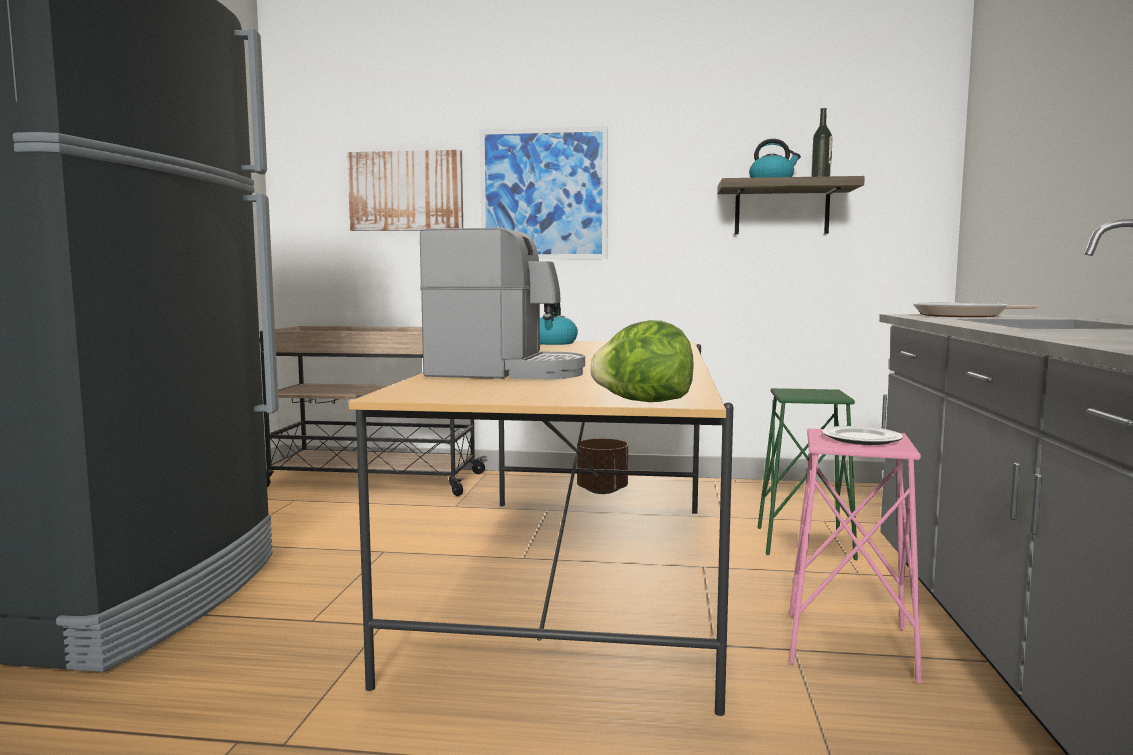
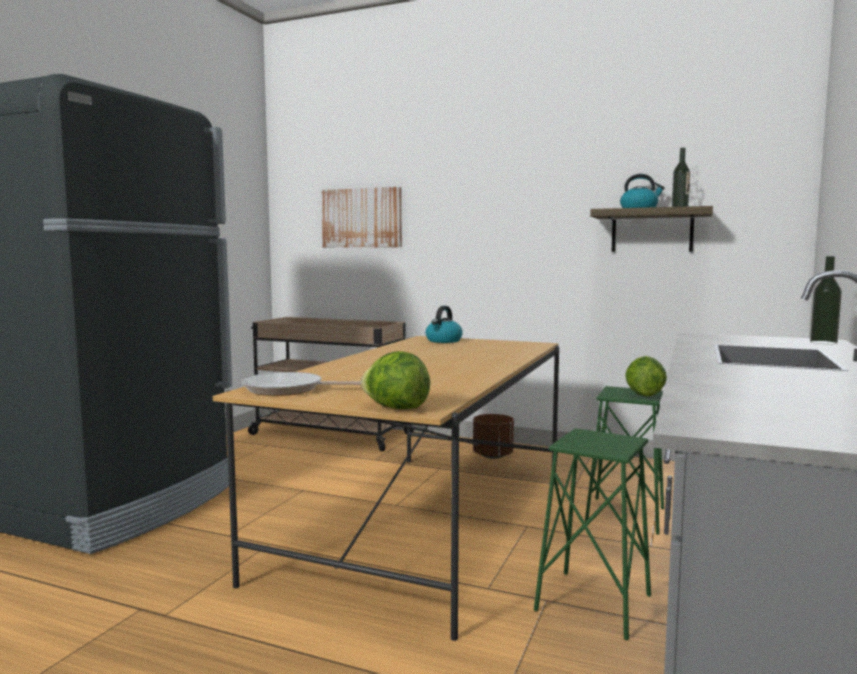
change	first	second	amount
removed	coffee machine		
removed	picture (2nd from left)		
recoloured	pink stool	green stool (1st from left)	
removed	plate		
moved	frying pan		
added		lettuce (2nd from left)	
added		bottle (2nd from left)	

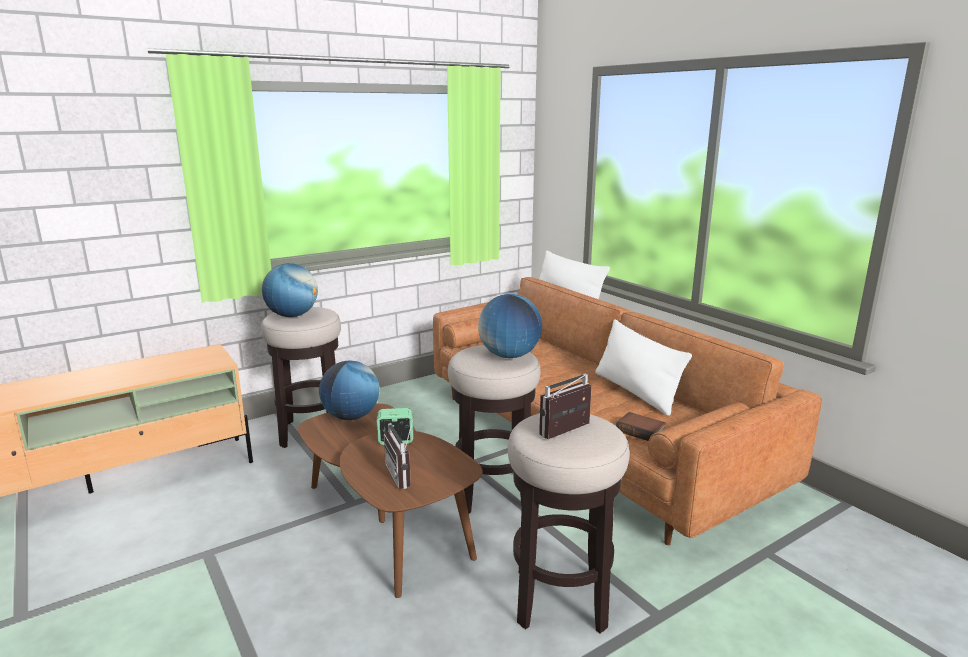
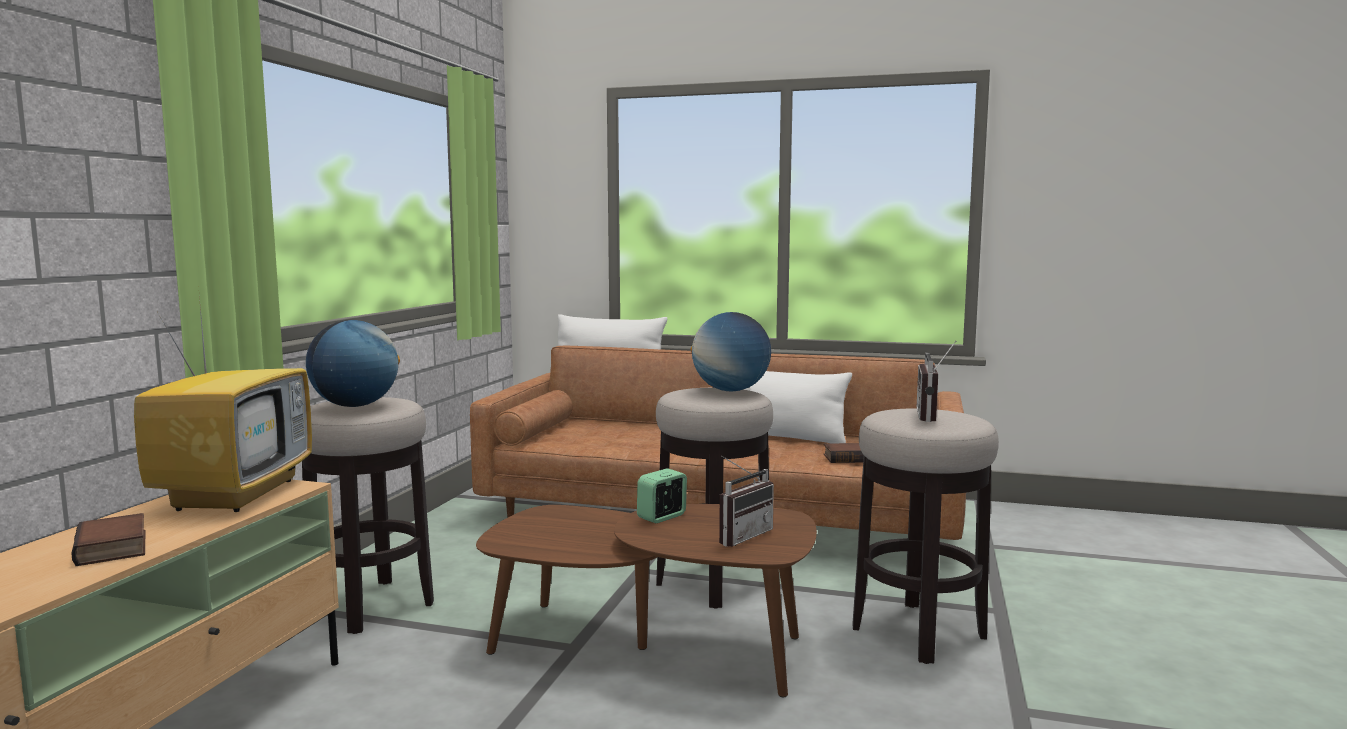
change	first	second	amount
removed	globe (2nd from left)		
turned	radio (1st from left)		75 degrees counterclockwise
added		book (1st from left)	
added		television	

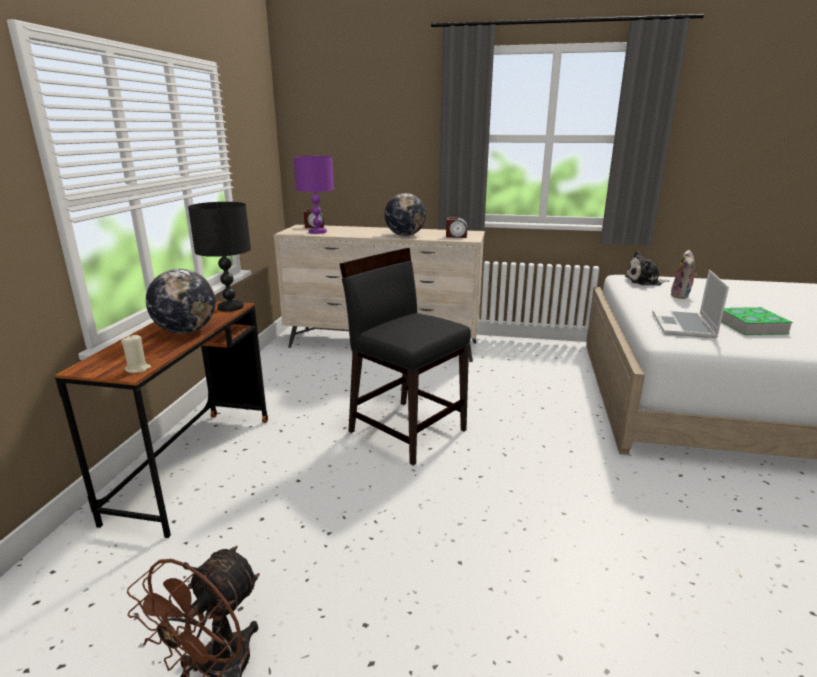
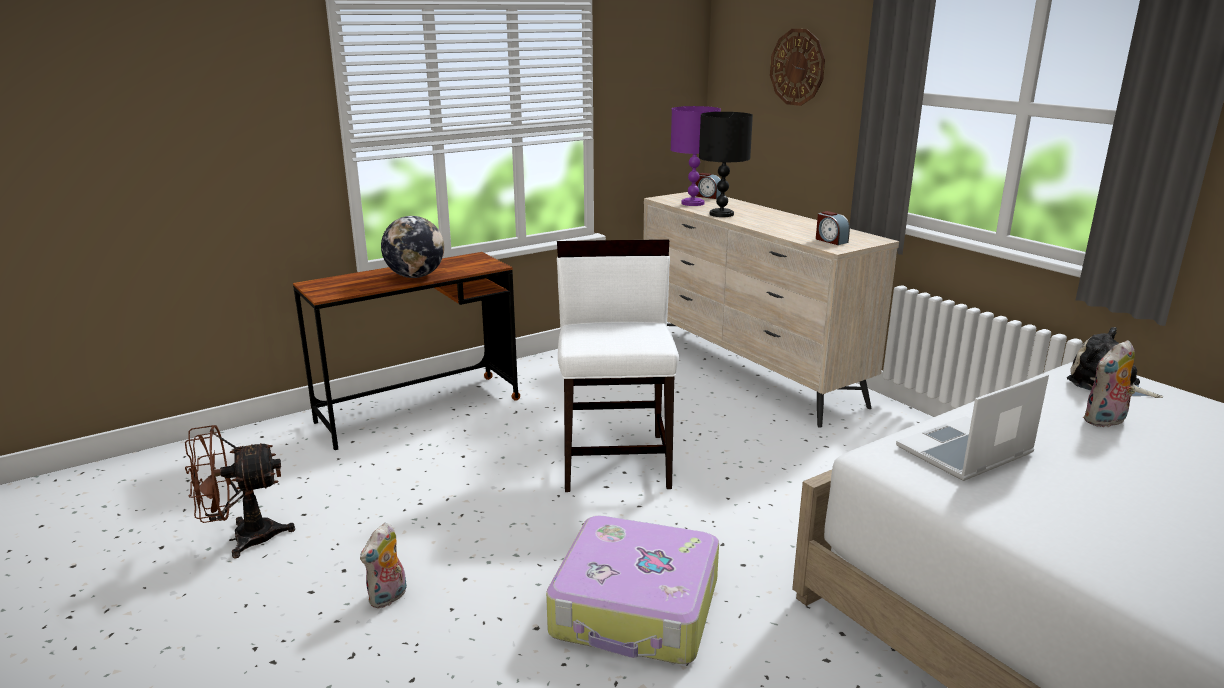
change	first	second	amount
removed	beige candle		
moved	black table lamp		
recoloured	black chair	white chair	
removed	globe (2nd from left)		
removed	book		
added		plush toy (1st from left)	
added		suitcase	
added		wall clock	

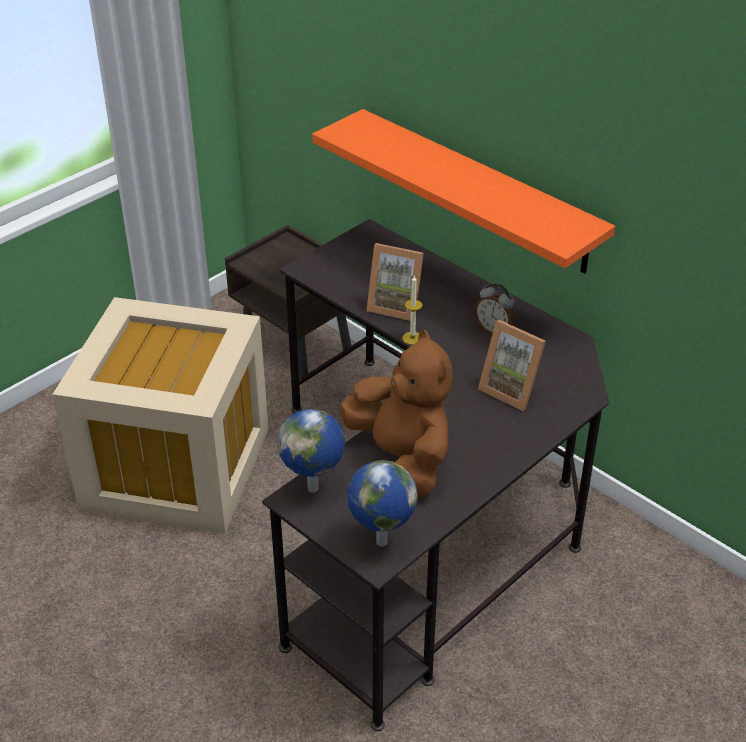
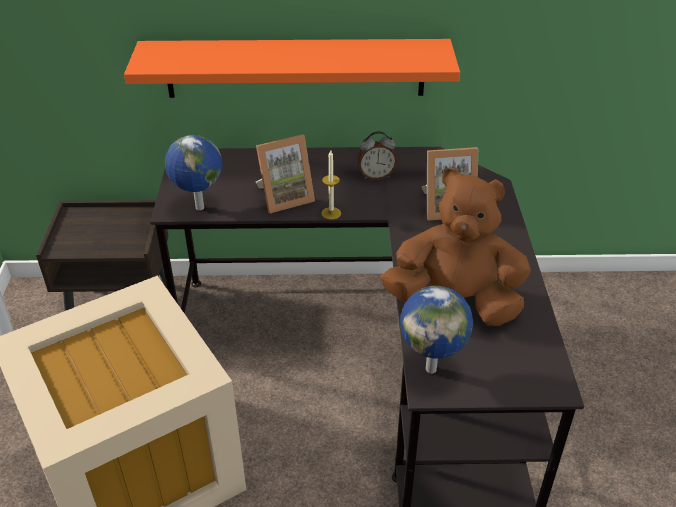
change	first	second	amount
moved	globe (2nd from left in the first image)	globe (1st from left)	

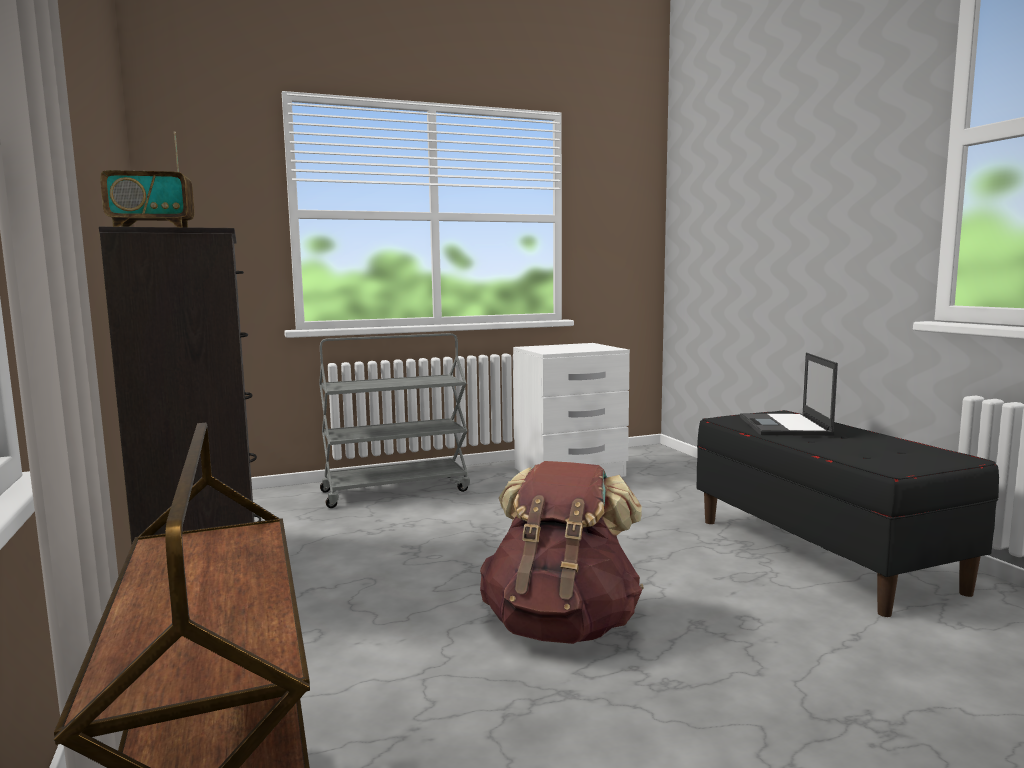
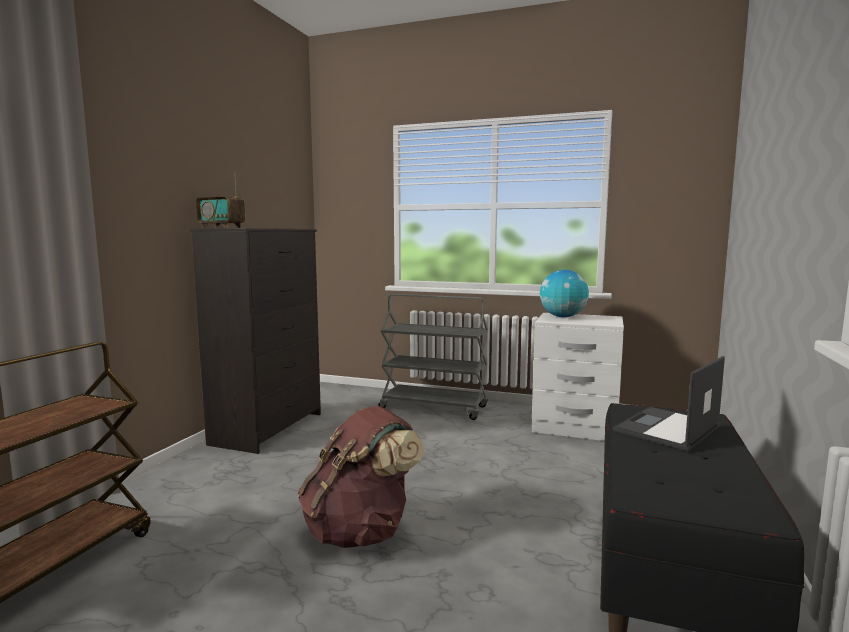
change	first	second	amount
added		globe	

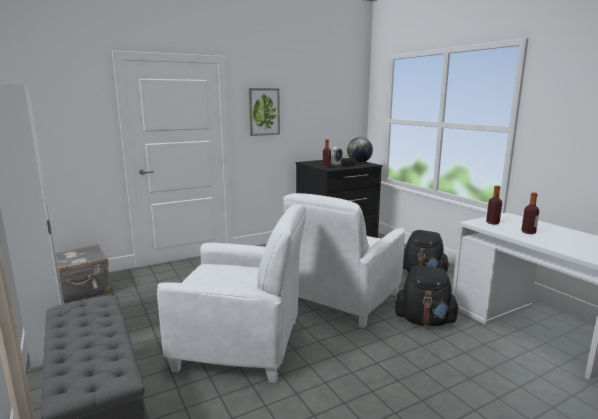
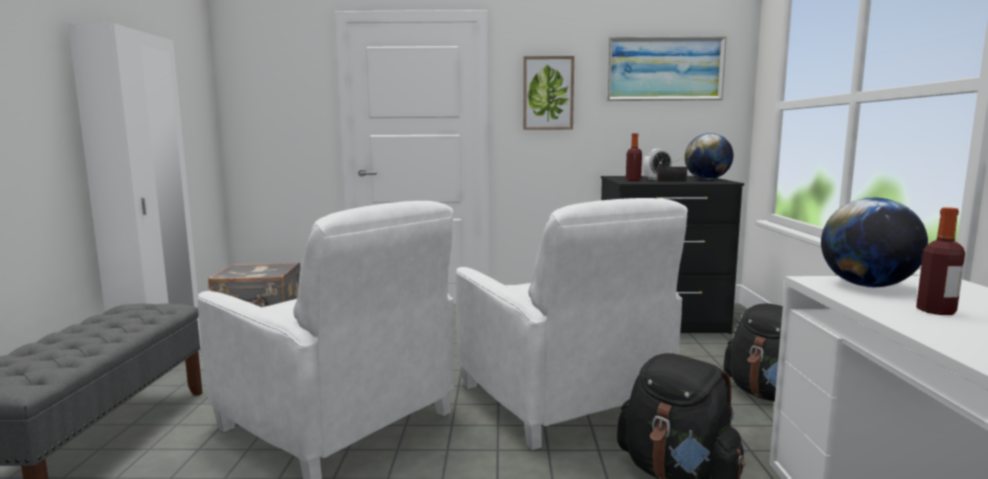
change	first	second	amount
turned	white armchair (2nd from left)		90 degrees counterclockwise
replaced	bottle (2nd from left)	globe (2nd from left)	
added		picture (2nd from left)	

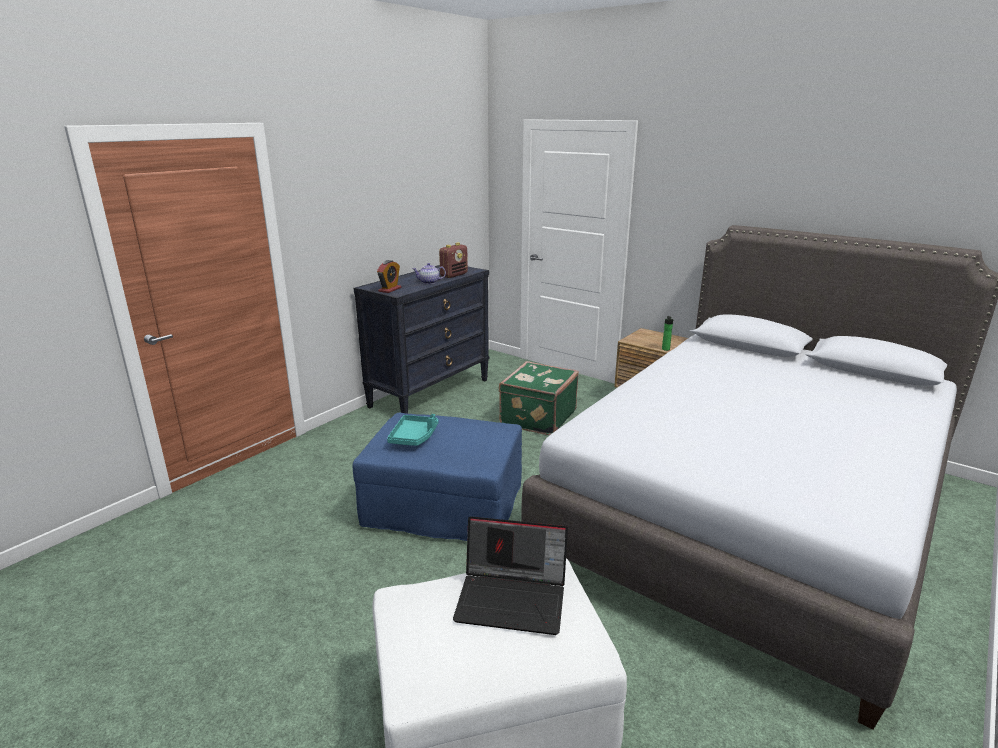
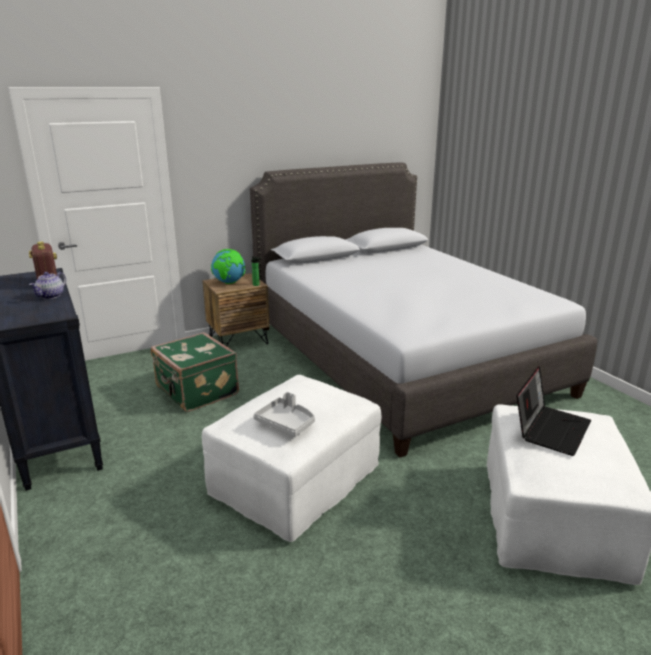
change	first	second	amount
recoloured	blue ottoman	white ottoman (1st from left)	
removed	alarm clock		
recoloured	turquoise tray	grey tray	
added		globe	

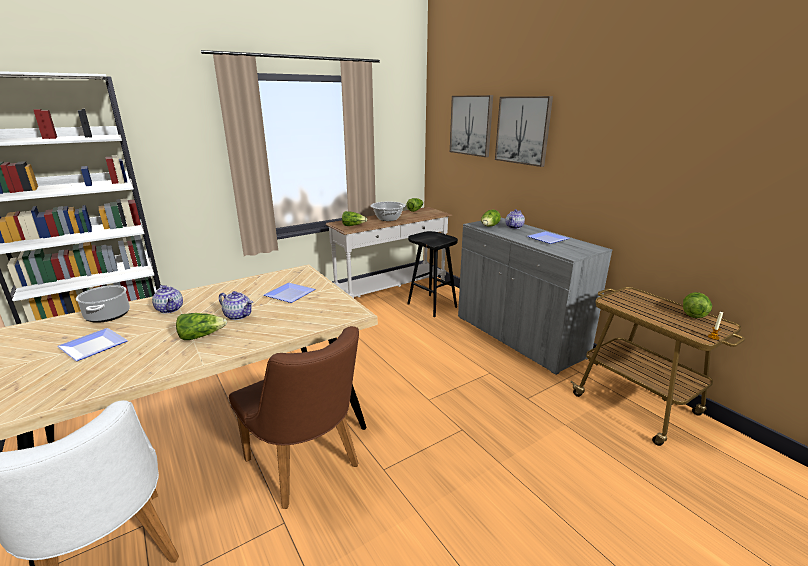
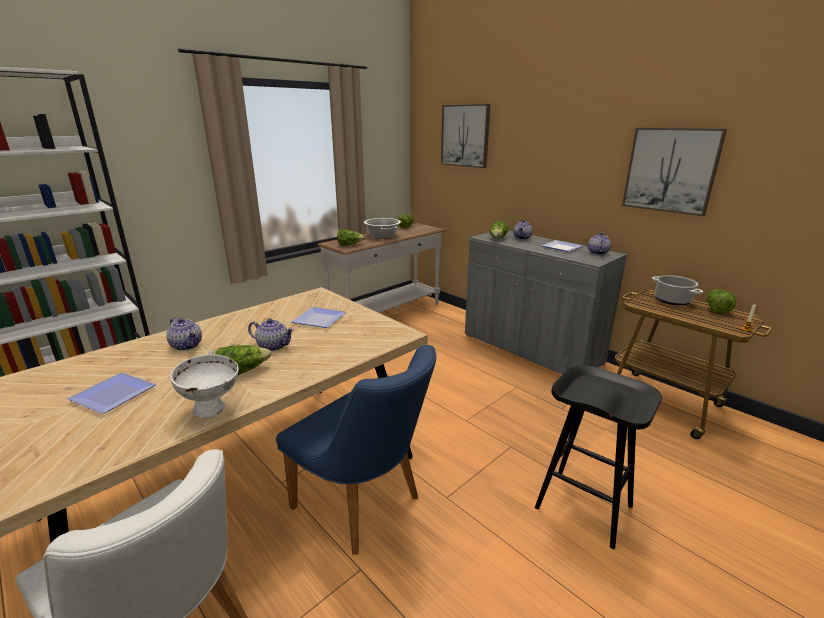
change	first	second	amount
moved	cooking pot (1st from left in the first image)	cooking pot (2nd from left)	
recoloured	brown chair	blue chair	
moved	black stool		
moved	picture (2nd from left)		
added		white bowl	
added		teapot (4th from left)	

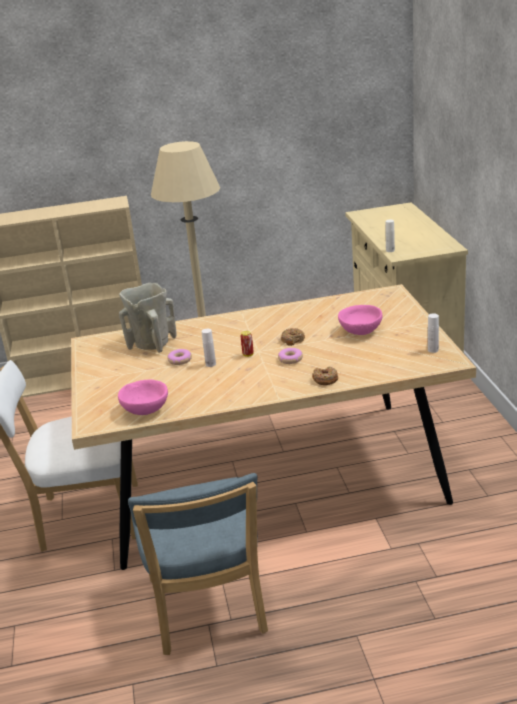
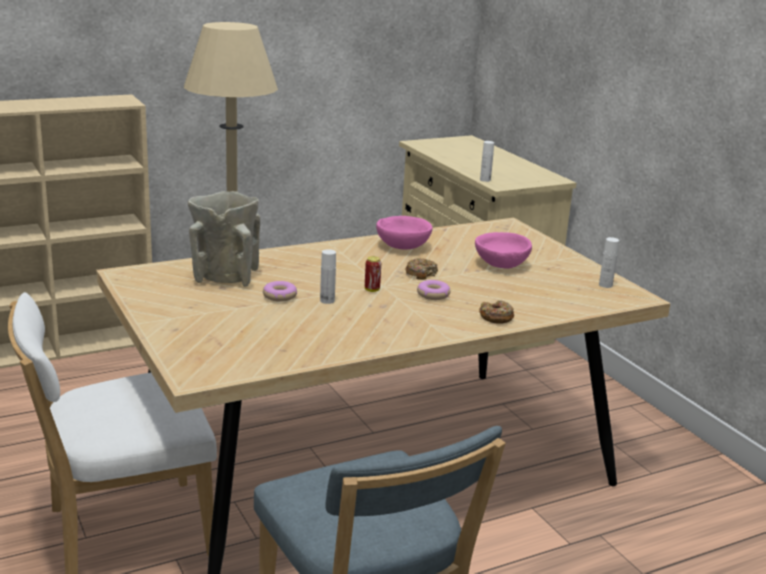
change	first	second	amount
moved	pink bowl (1st from left)		

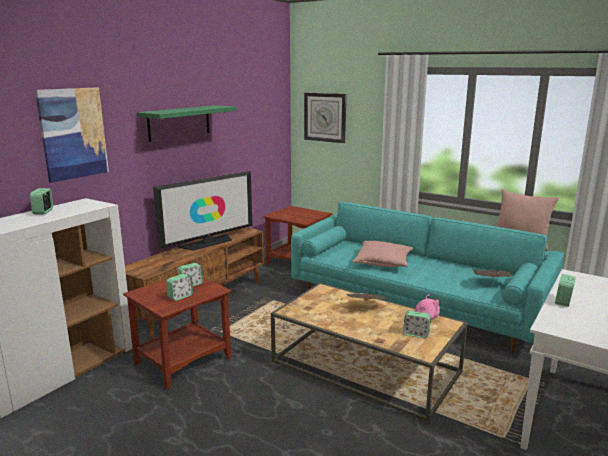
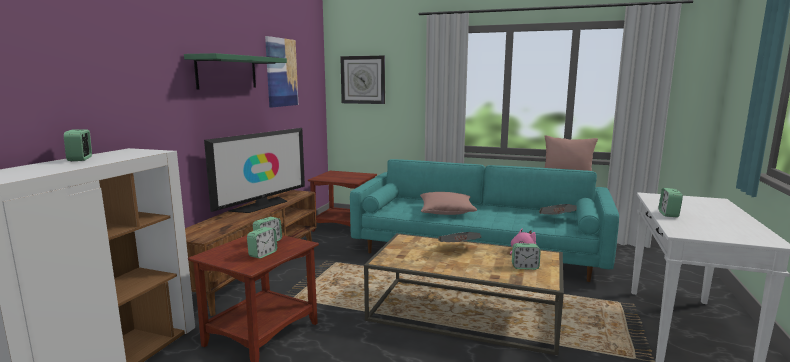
change	first	second	amount
moved	picture		

